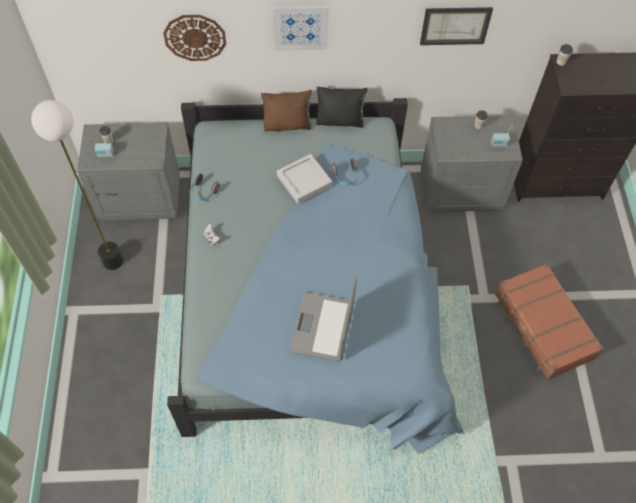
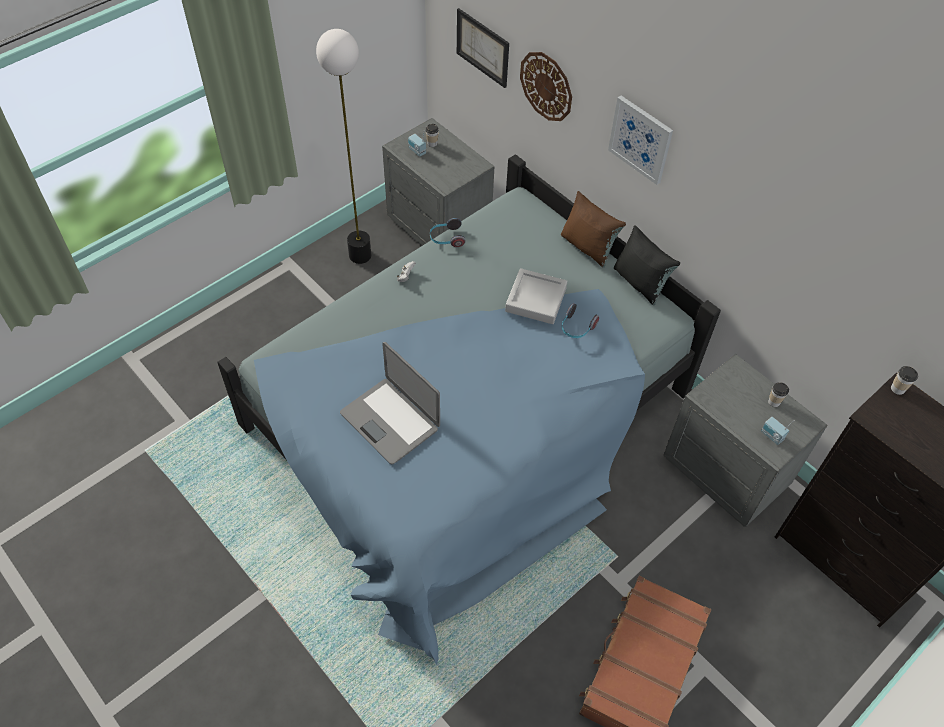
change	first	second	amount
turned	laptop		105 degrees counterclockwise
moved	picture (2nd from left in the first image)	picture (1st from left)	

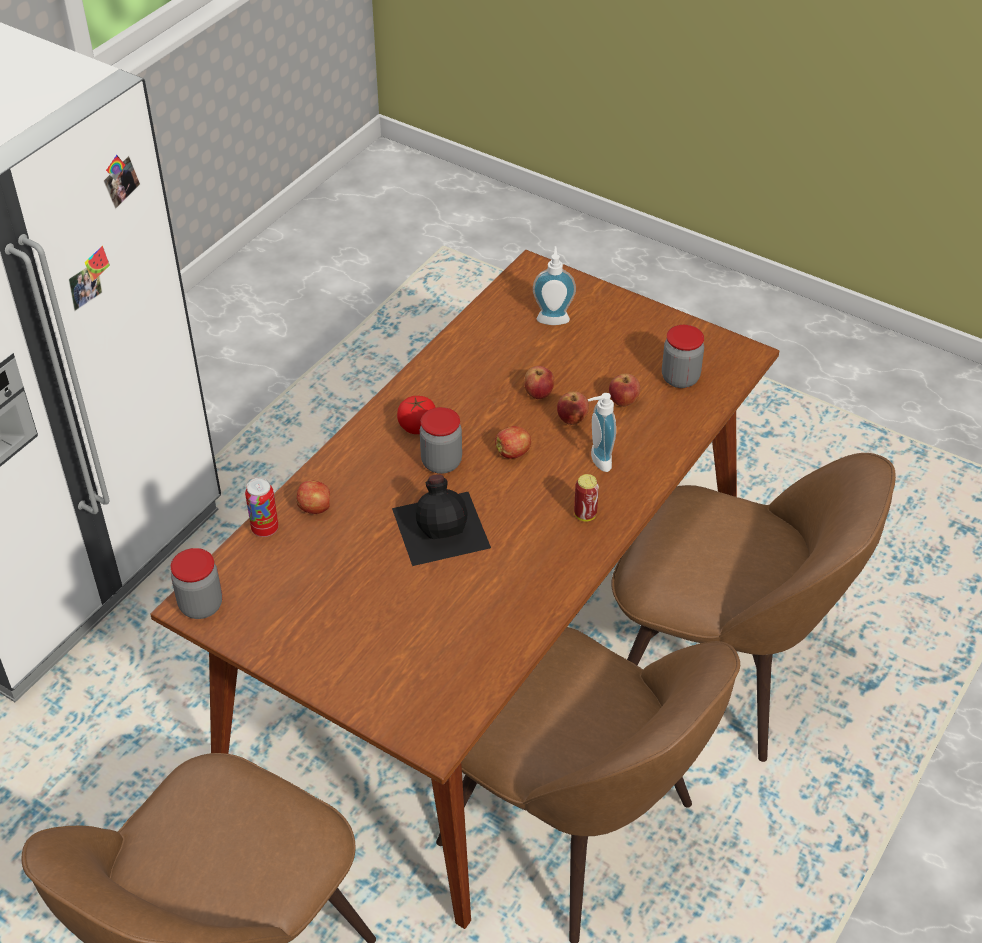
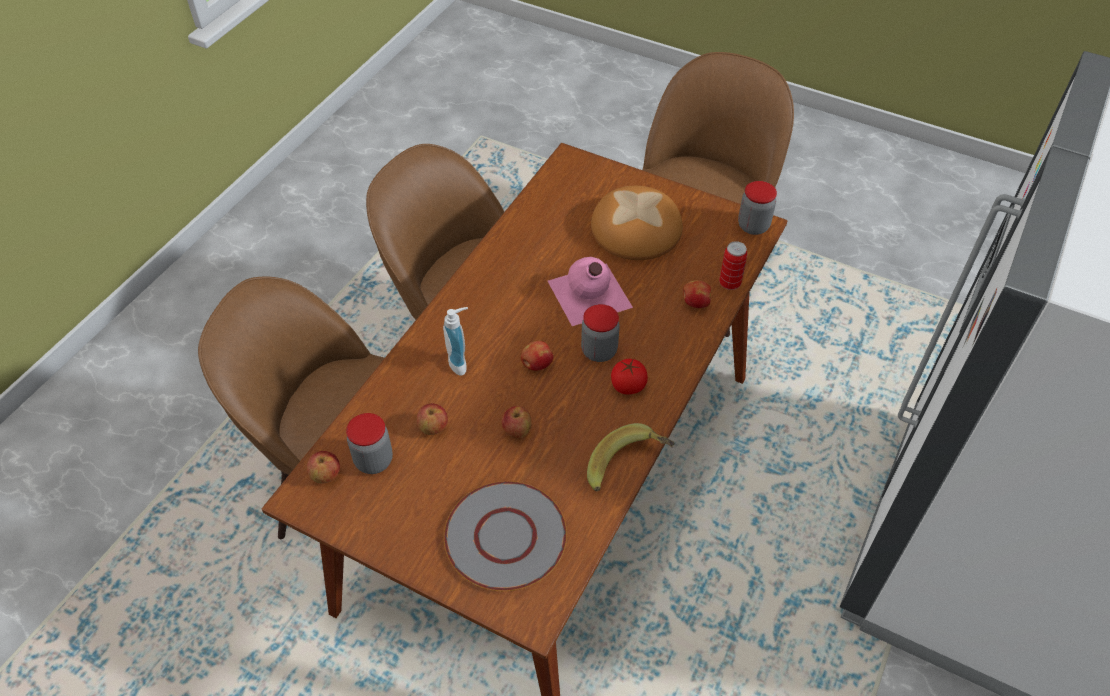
change	first	second	amount
recoloured	black bottle	pink bottle	
replaced	soap dispenser (1st from left)	grey plate	
moved	apple (4th from left in the first image)	apple (1st from left)	
removed	can (2nd from left)		
added		banana	
added		bread	

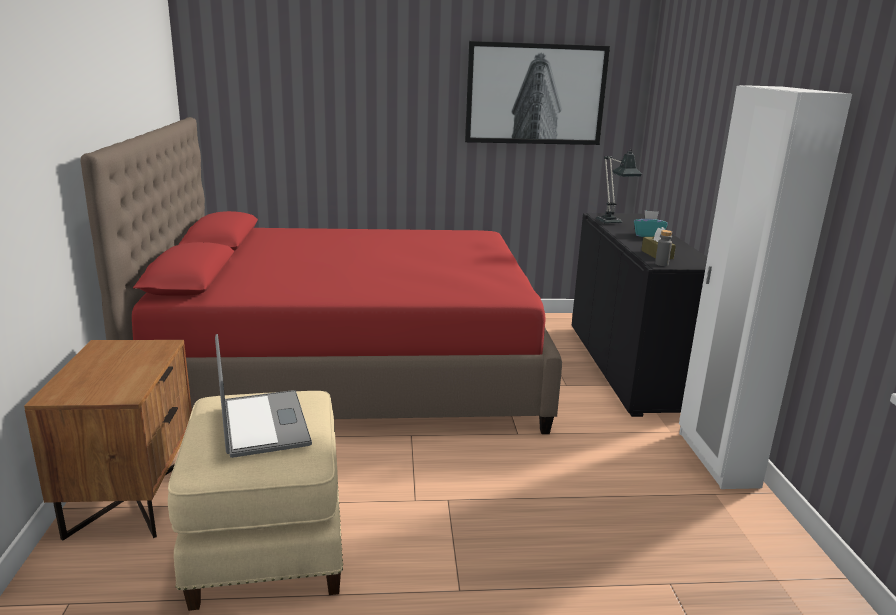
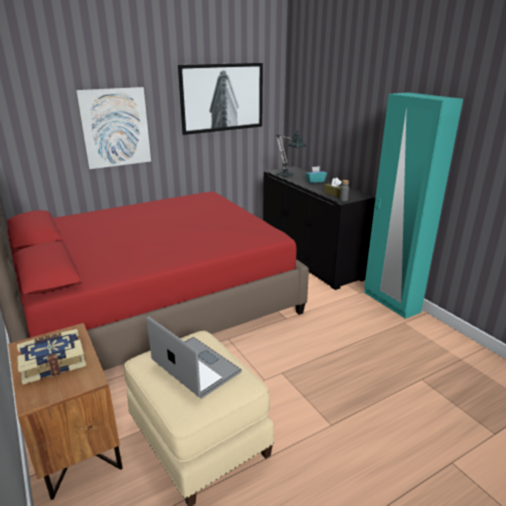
change	first	second	amount
recoloured	white wardrobe	turquoise wardrobe	
added		book	
added		picture (1st from left)	

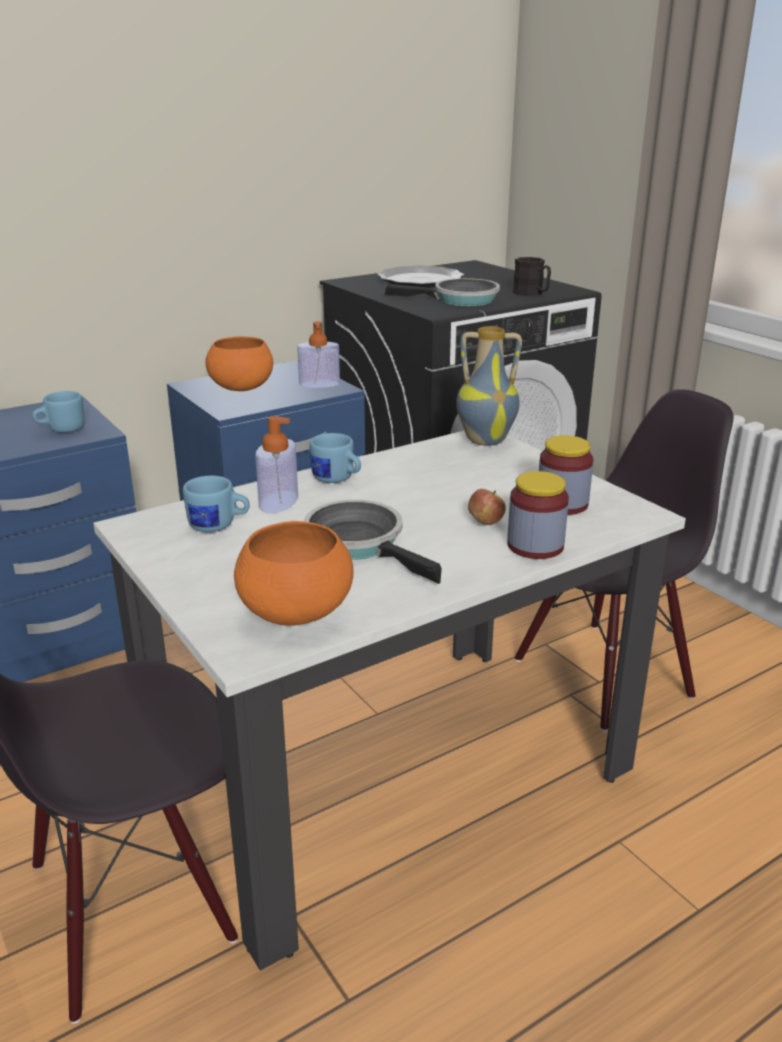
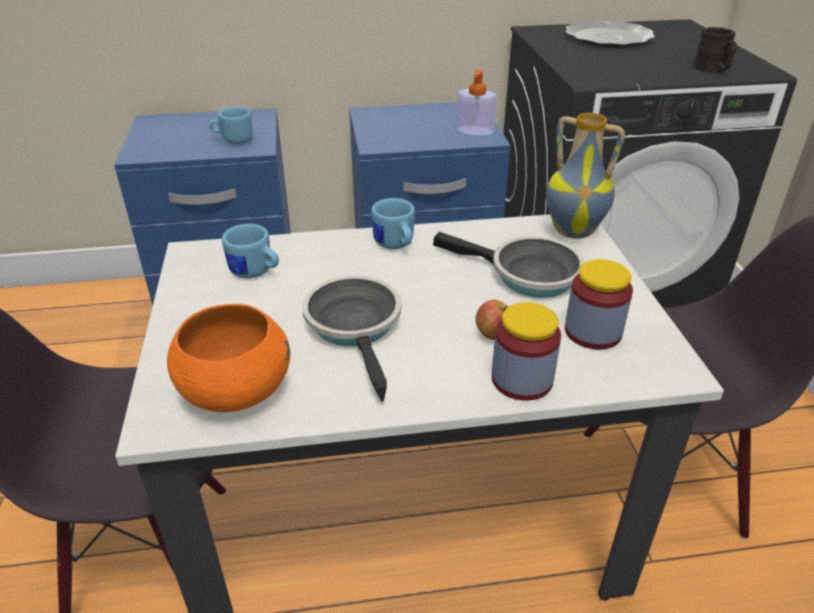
change	first	second	amount
removed	orange bowl (1st from left)		
removed	soap dispenser (1st from left)		
moved	frying pan (2nd from left)		

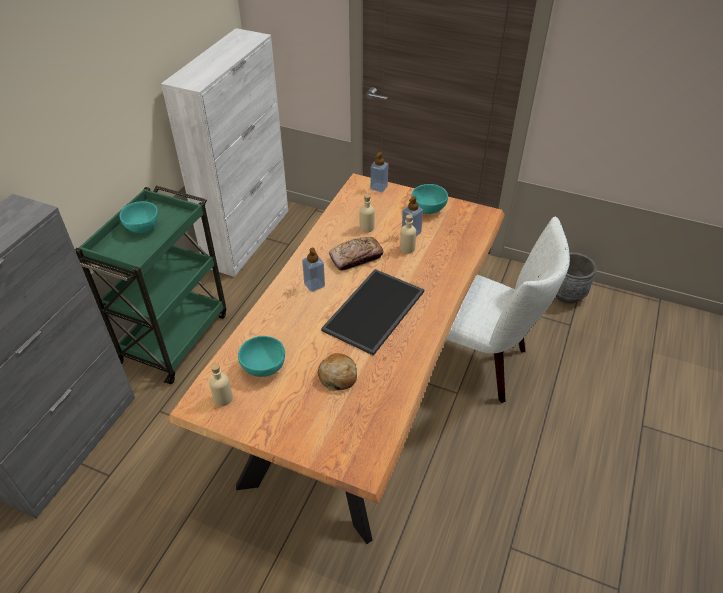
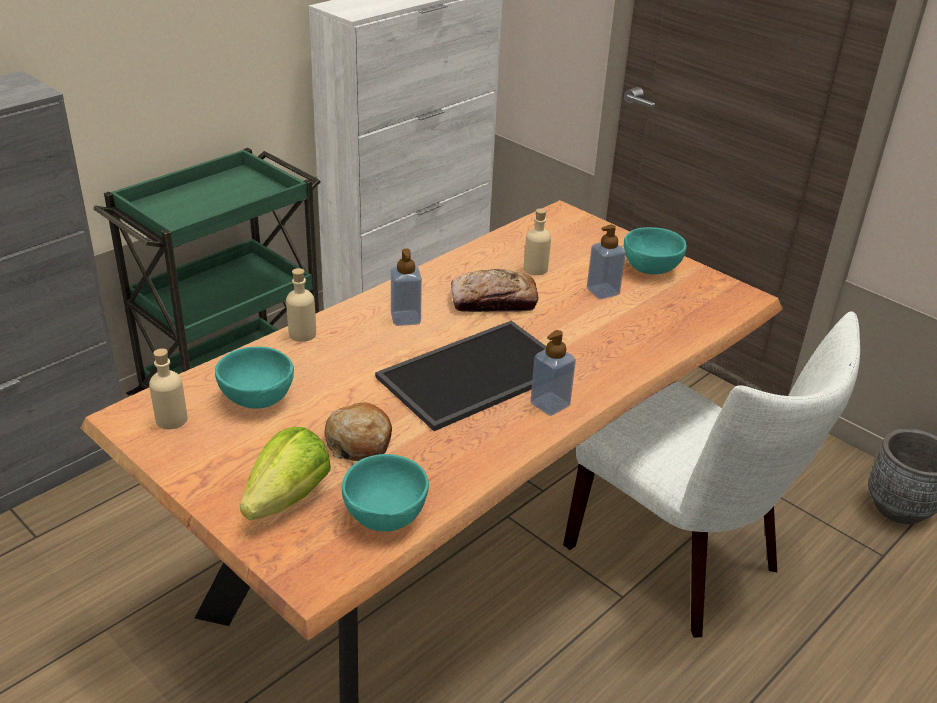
change	first	second	amount
moved	turquoise bowl (1st from left in the first image)	turquoise bowl (2nd from left)	
moved	soap dispenser (2nd from left)		
moved	beige bottle (3rd from left in the first image)	beige bottle (2nd from left)	
added		lettuce	

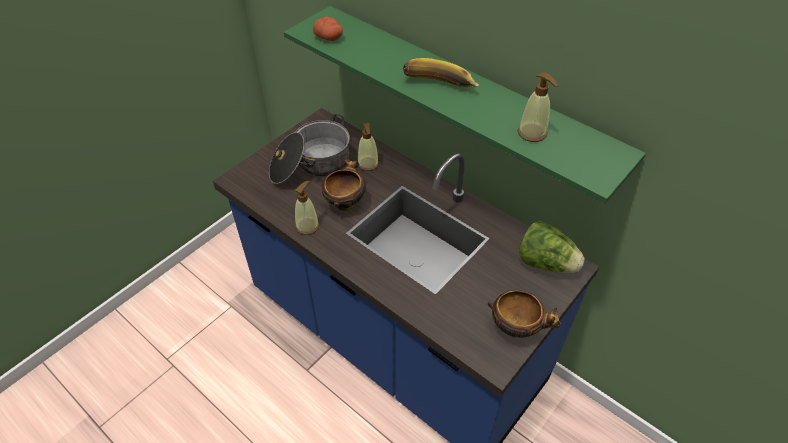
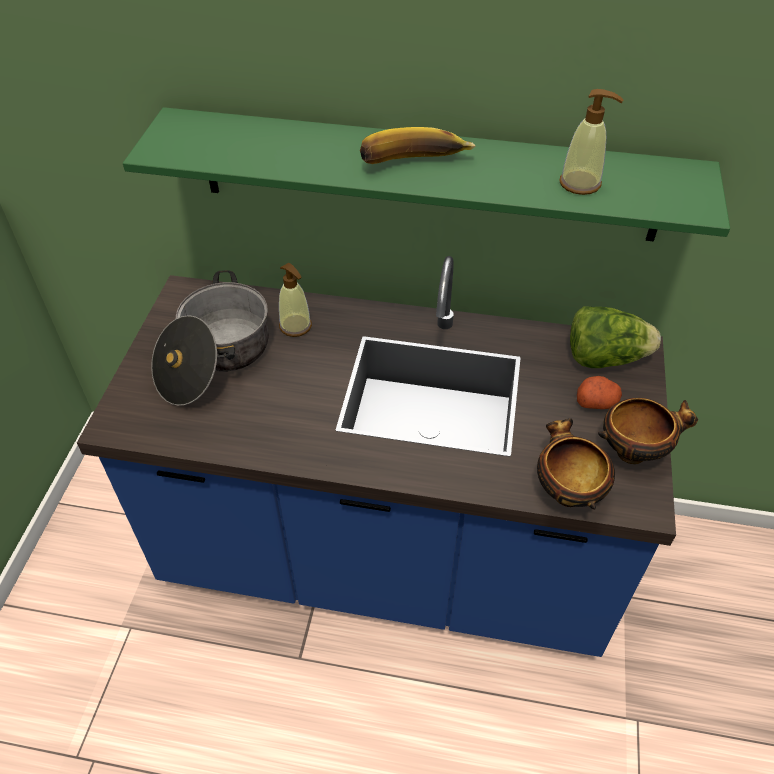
change	first	second	amount
removed	soap dispenser (1st from left)		
moved	potato		
moved	bowl (1st from left)		

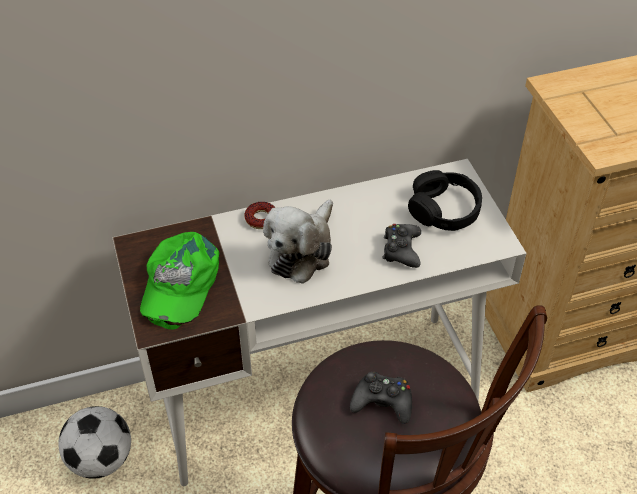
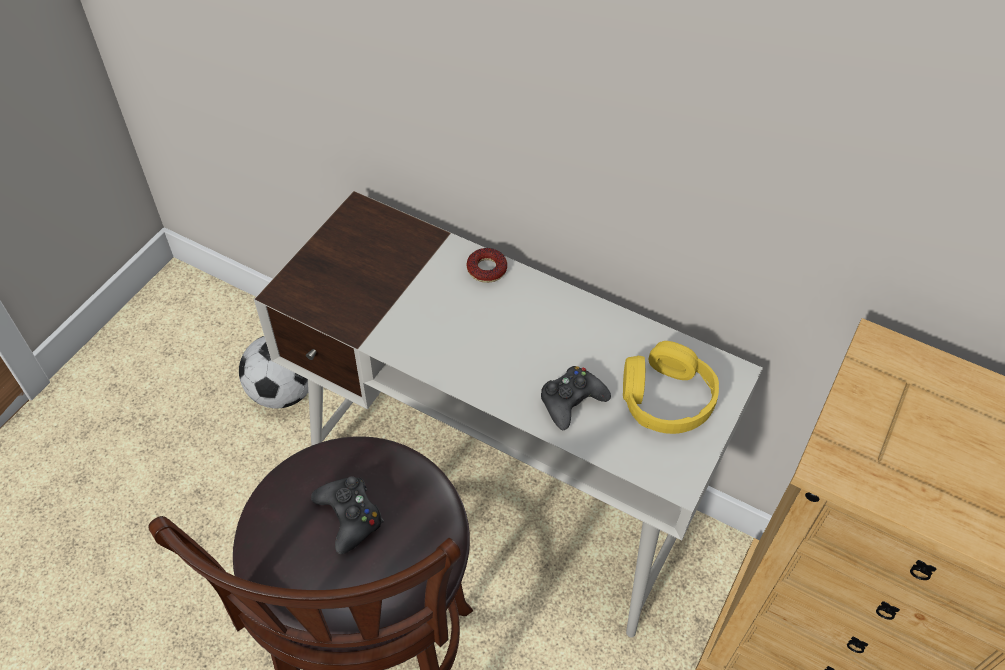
change	first	second	amount
removed	green cap		
removed	plush toy		
recoloured	black headphones	yellow headphones	

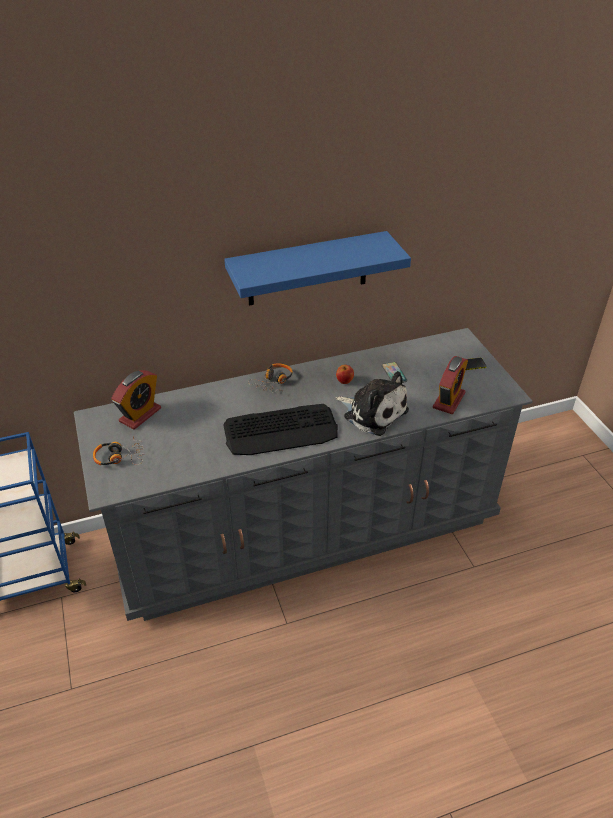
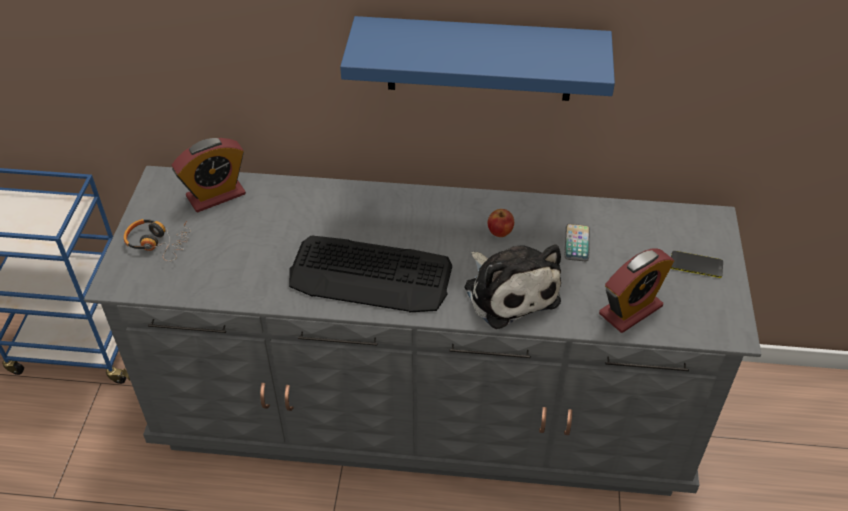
change	first	second	amount
removed	headphones (2nd from left)		

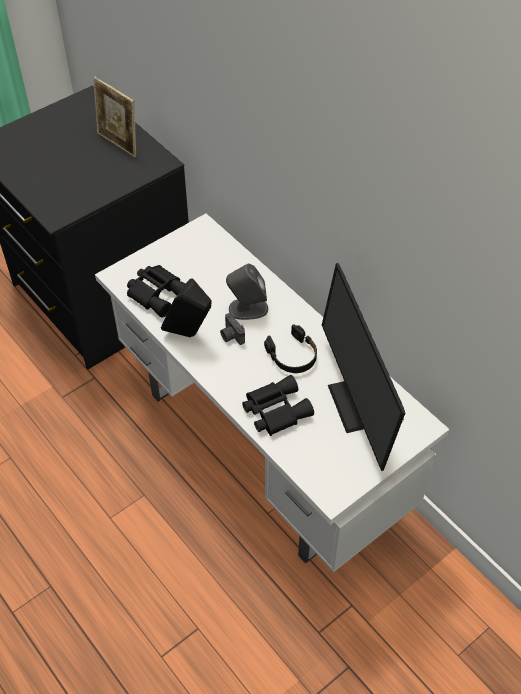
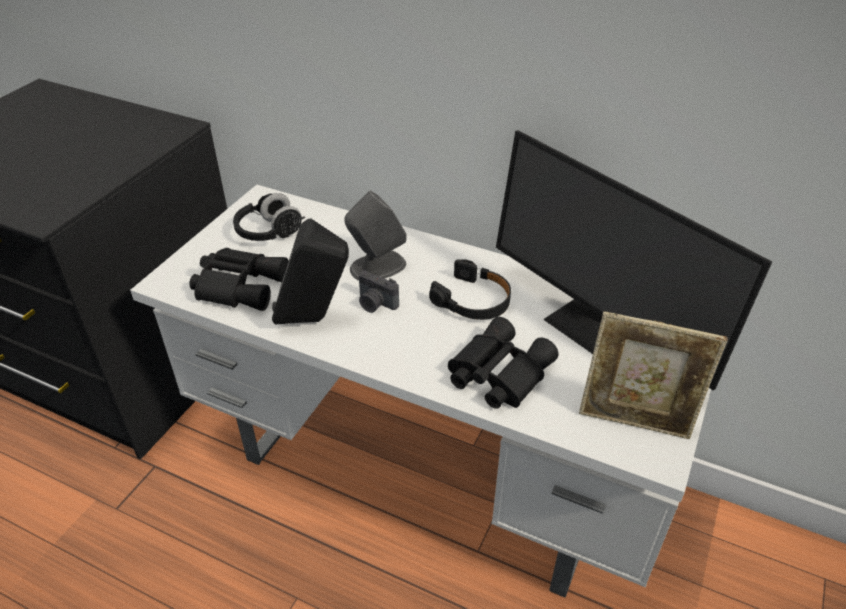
change	first	second	amount
moved	picture frame		
added		black headphones (1st from left)	

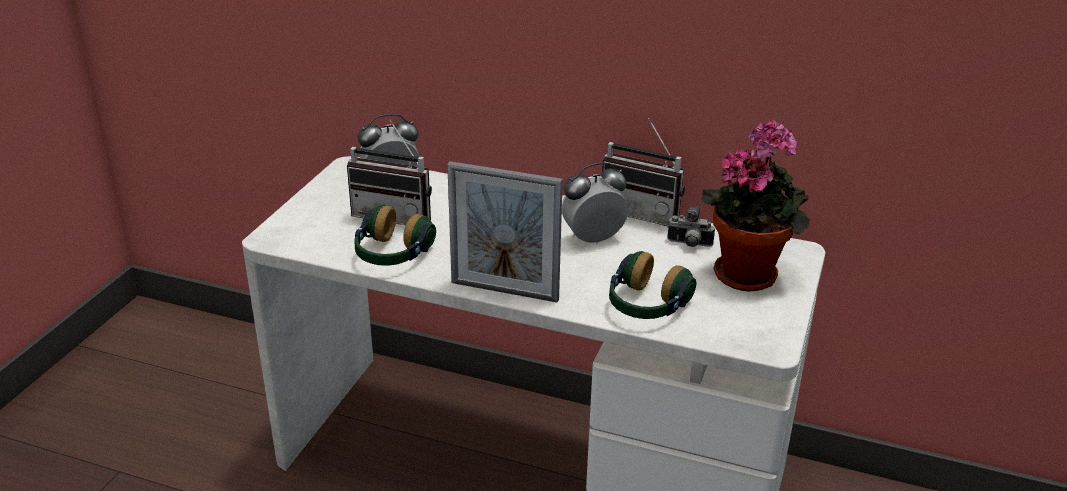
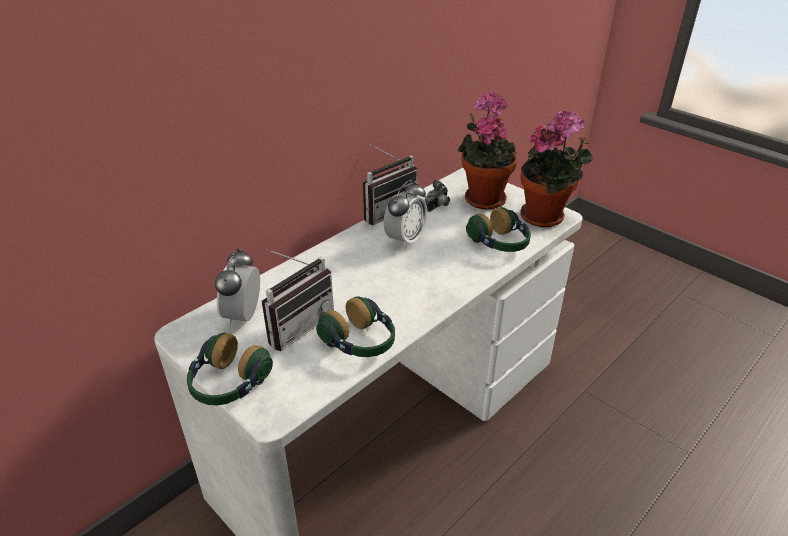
change	first	second	amount
removed	picture frame		
turned	alarm clock (2nd from left)		150 degrees counterclockwise
added		headphones (1st from left)	
added		potted plant (2nd from left)	

